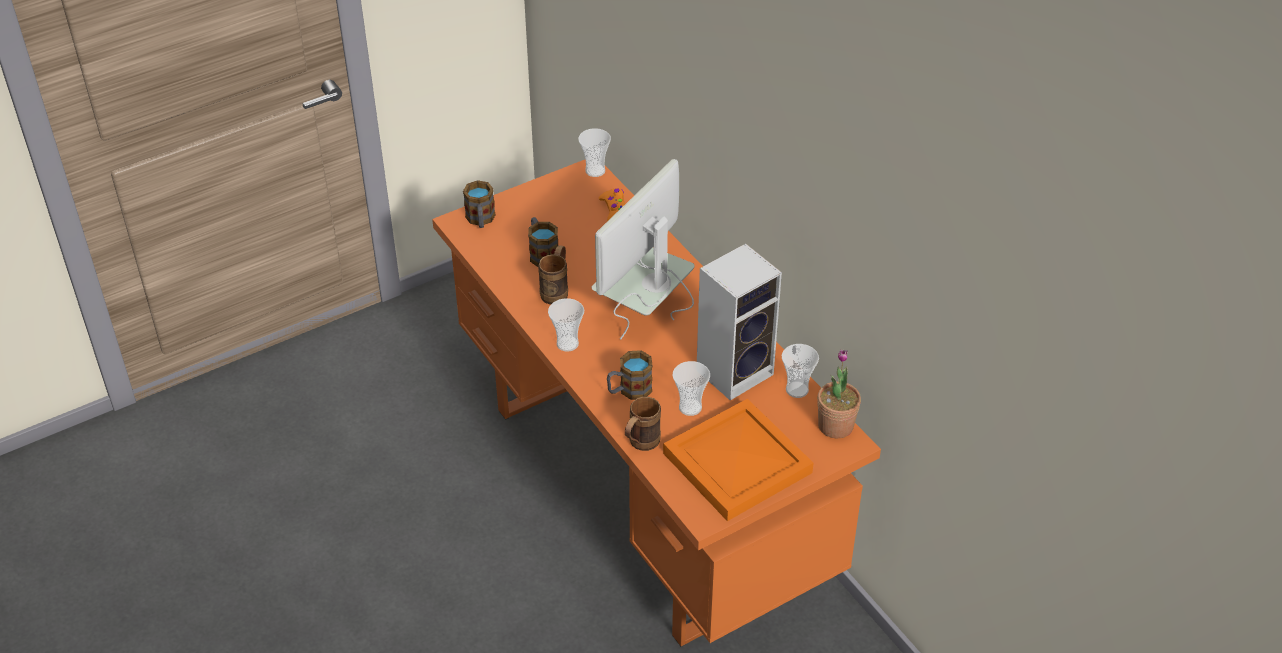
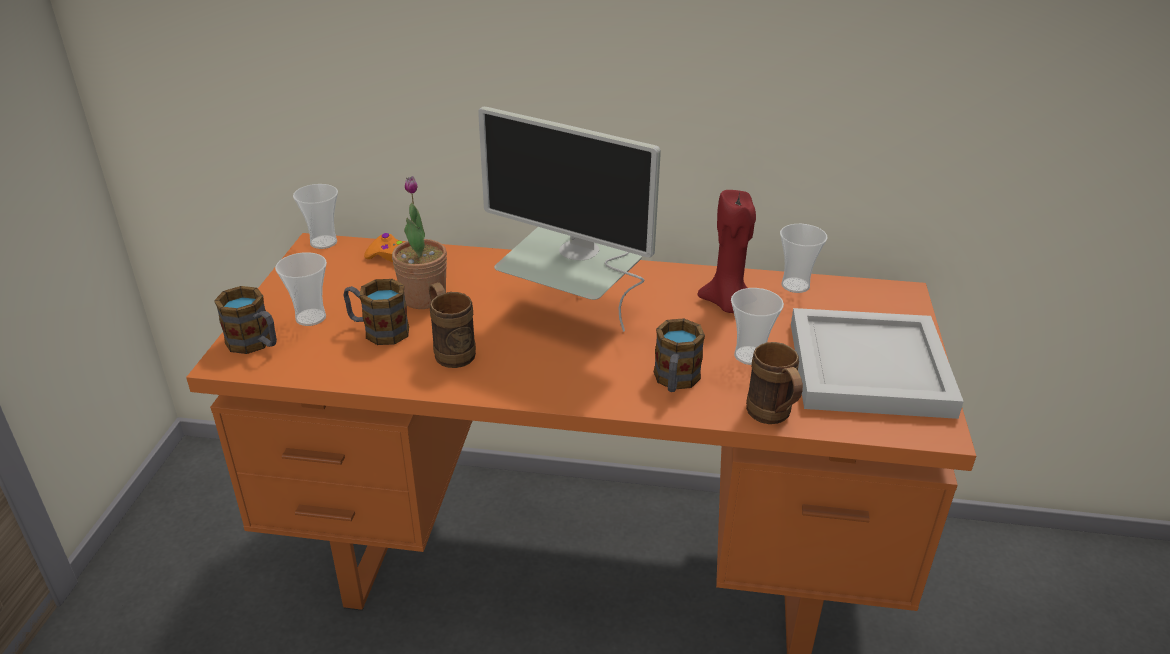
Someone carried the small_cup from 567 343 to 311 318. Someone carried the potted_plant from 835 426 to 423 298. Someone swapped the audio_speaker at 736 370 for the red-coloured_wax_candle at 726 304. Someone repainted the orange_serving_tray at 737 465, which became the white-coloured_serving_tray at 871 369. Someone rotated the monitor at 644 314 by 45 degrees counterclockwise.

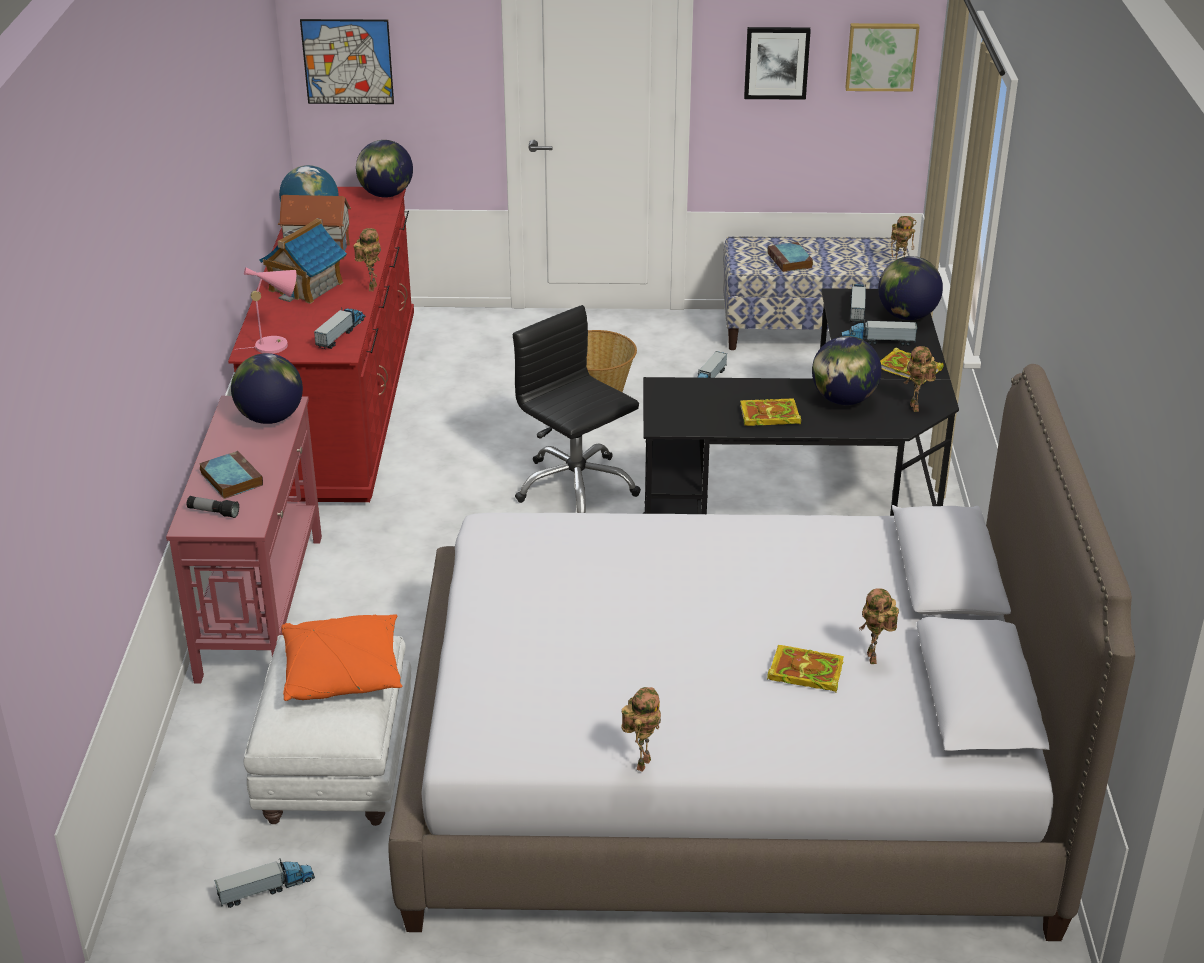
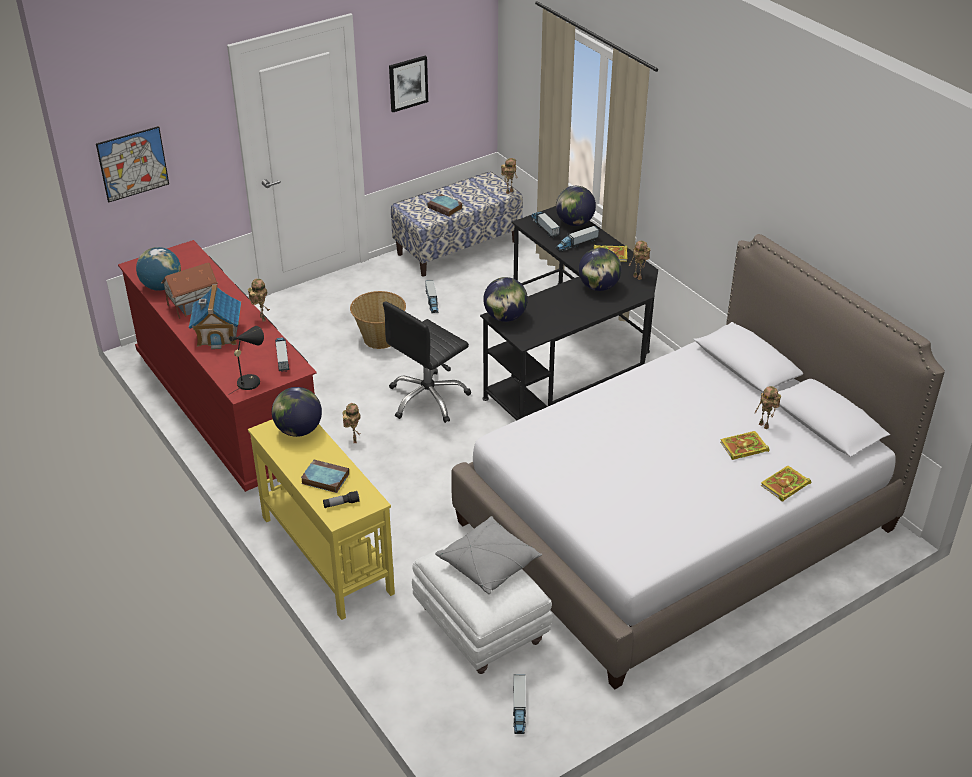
Someone took away the wall_art at 881 56. Someone carried the world_globe from 386 195 to 505 317. Someone carried the model_robot from 642 763 to 353 439. Someone carried the book from 768 416 to 784 486. Someone repainted the red-coloured_hall_table at 262 605, which became the yellow-coloured_hall_table at 326 553. Someone repainted the pink-coloured_tabletop_lamp at 276 345, which became the blackish_tabletop_lamp at 251 380. Someone repainted the orange_cushion at 343 673, which became the grey_cushion at 489 564. Someone rotated the toy_truck at 266 889 by 150 degrees clockwise. Someone rotated the blackish_desk_chair at 575 487 by 60 degrees counterclockwise.

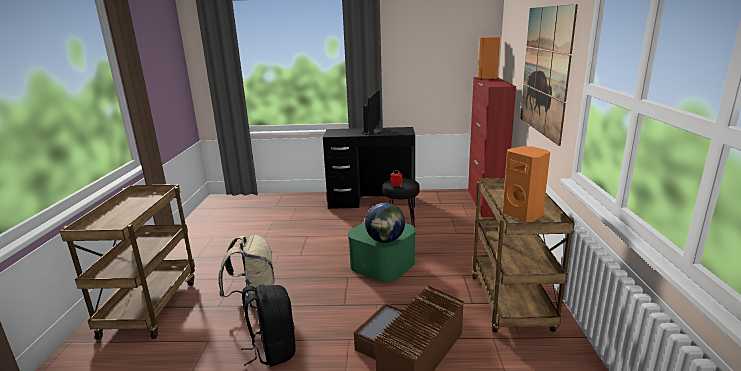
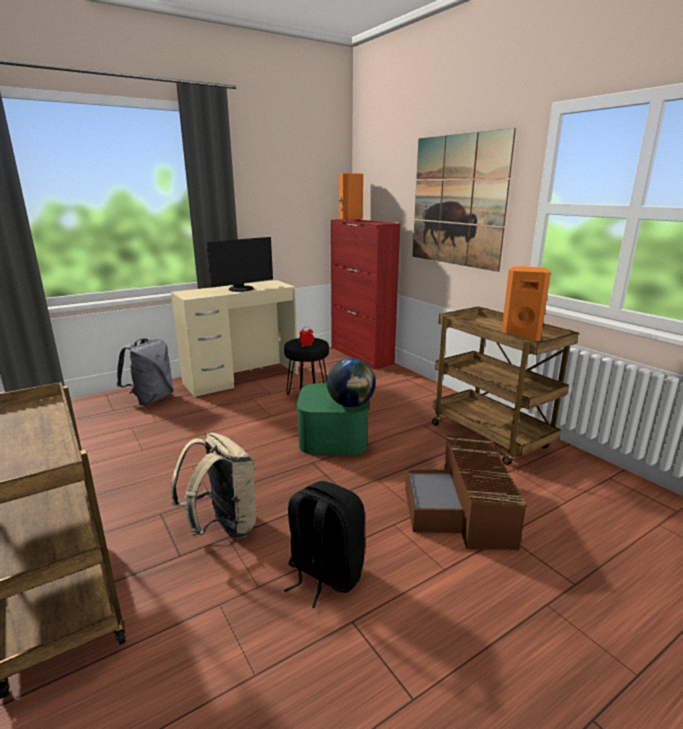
Someone put down the grey_knapsack at 151 399. Someone repainted the blackish_desk at 371 201, which became the beige-coloured_desk at 241 378. Someone rotated the monitor at 373 132 by 75 degrees clockwise.

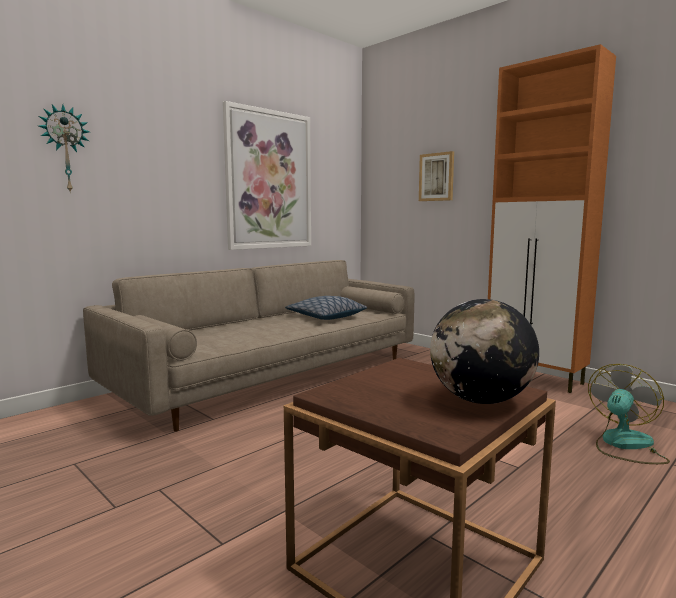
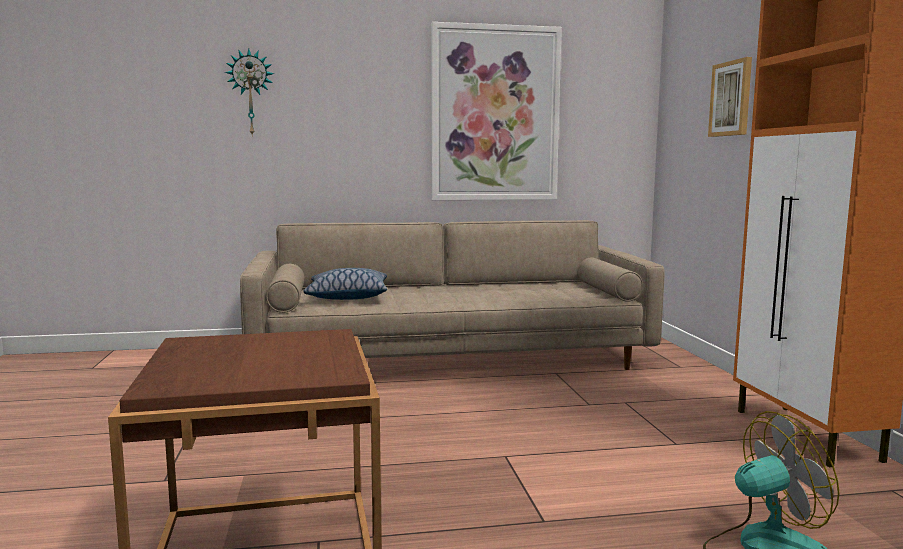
Someone took away the world_globe at 480 400. Someone carried the cushion from 325 317 to 347 296.

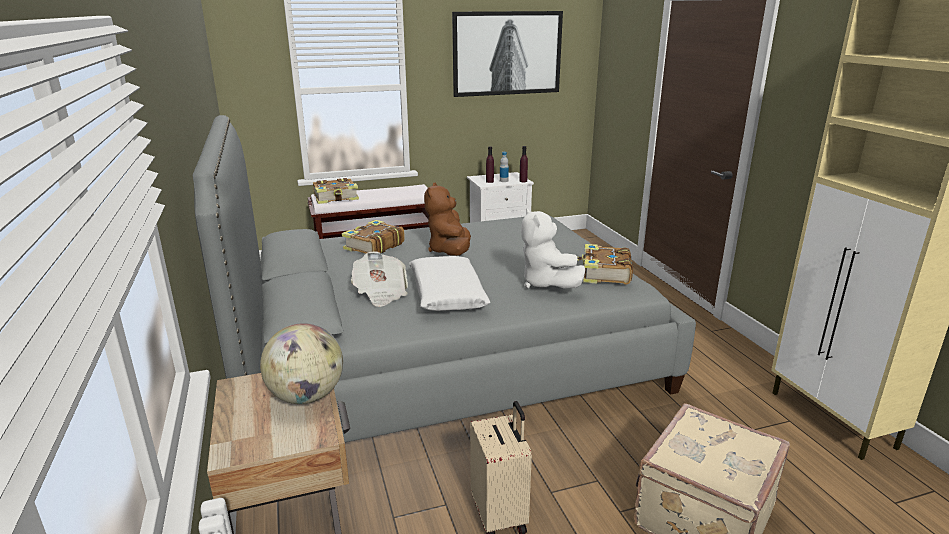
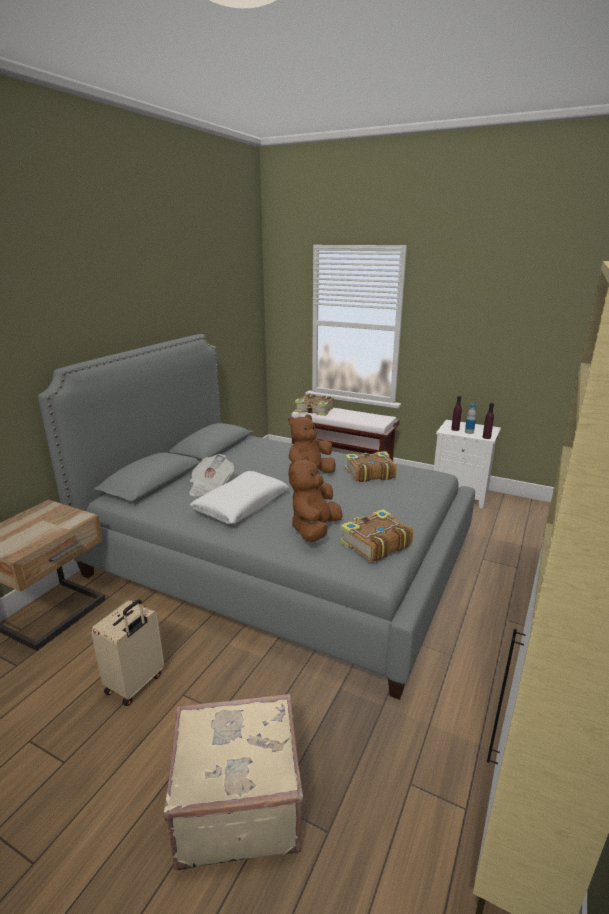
Someone took away the world_globe at 307 396. Someone took away the wall_art at 507 53. Someone carried the book from 373 246 to 369 473. Someone repainted the white-coloured_cuddly_toy at 546 284, which became the brown_cuddly_toy at 314 530.

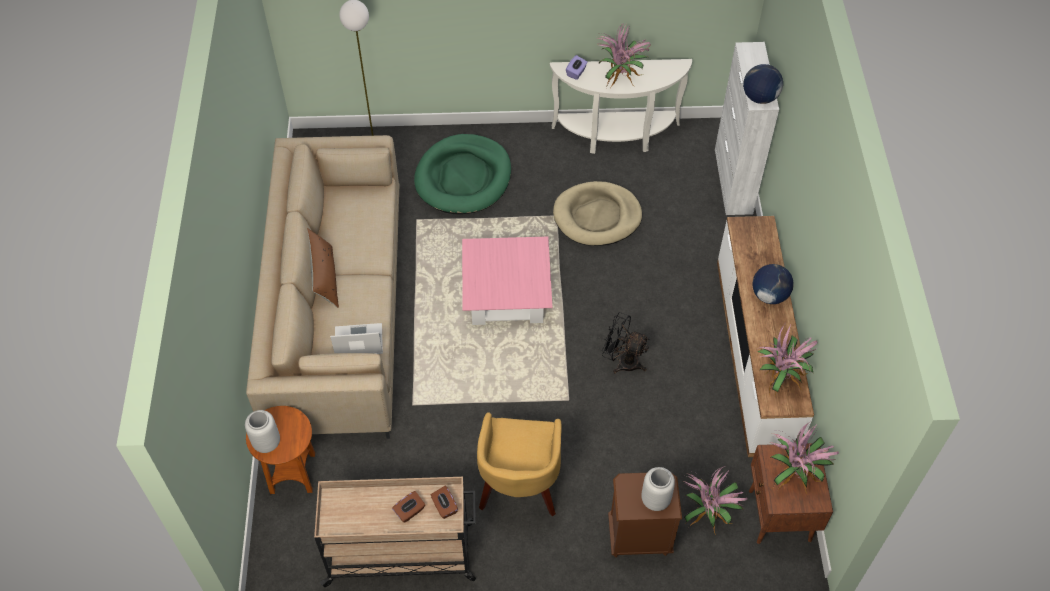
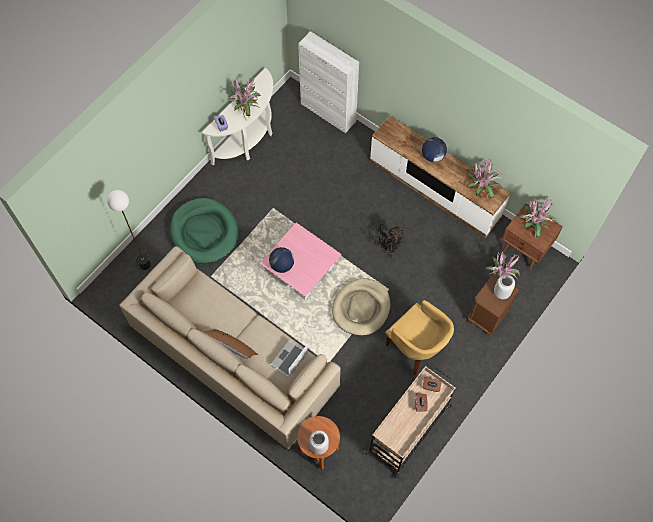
Someone carried the beige-coloured_pet_bed from 597 216 to 361 308. Someone carried the world_globe from 759 98 to 282 265.

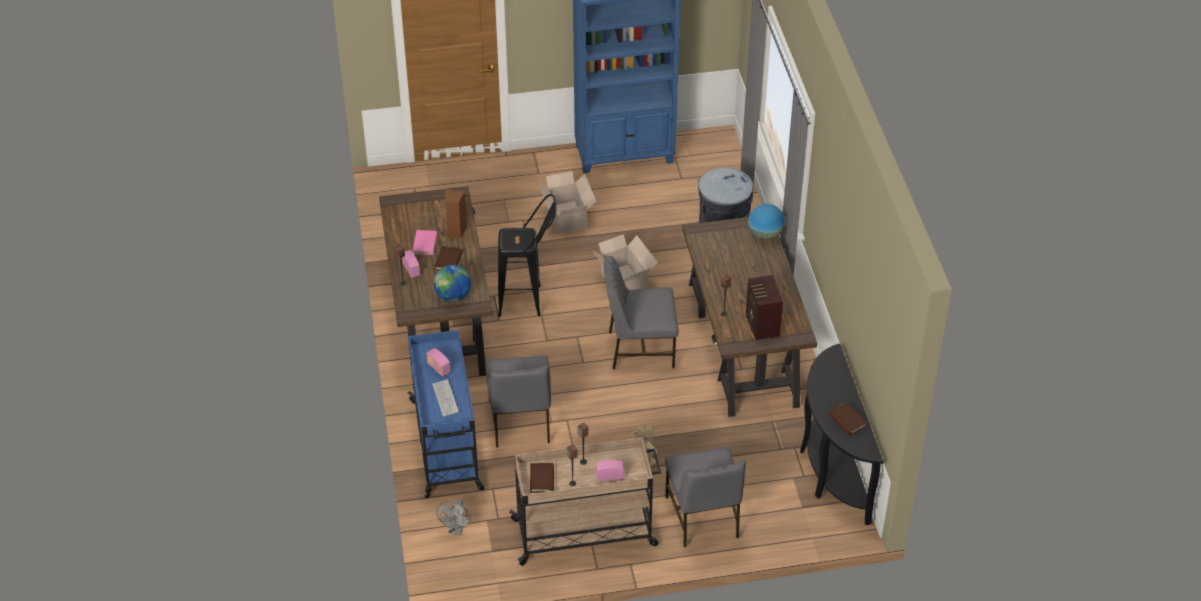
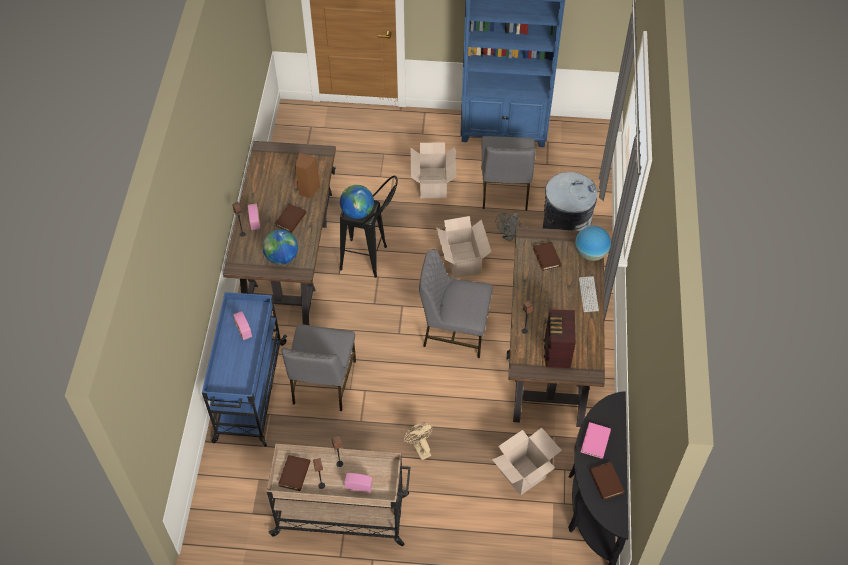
Someone put down the world_globe at 357 212. Someone put down the cardboard_box at 523 475. Someone put down the brown_book at 547 257. Someone carried the pink-coloured_book from 425 244 to 595 441. Someone carried the computer_keyboard from 445 398 to 588 294. Someone carried the grey_electric_fan from 456 529 to 509 236. Someone carried the grey_plain_chair from 703 518 to 504 190.

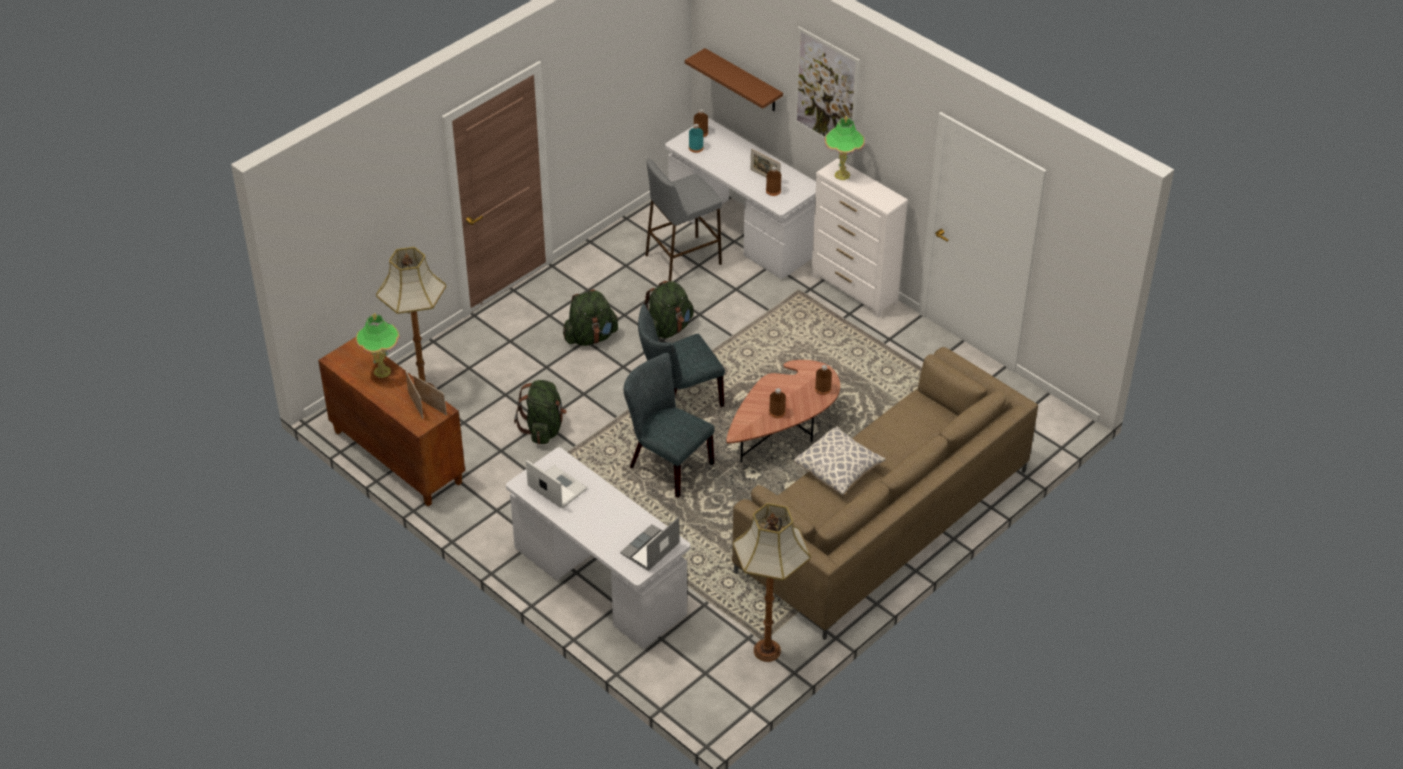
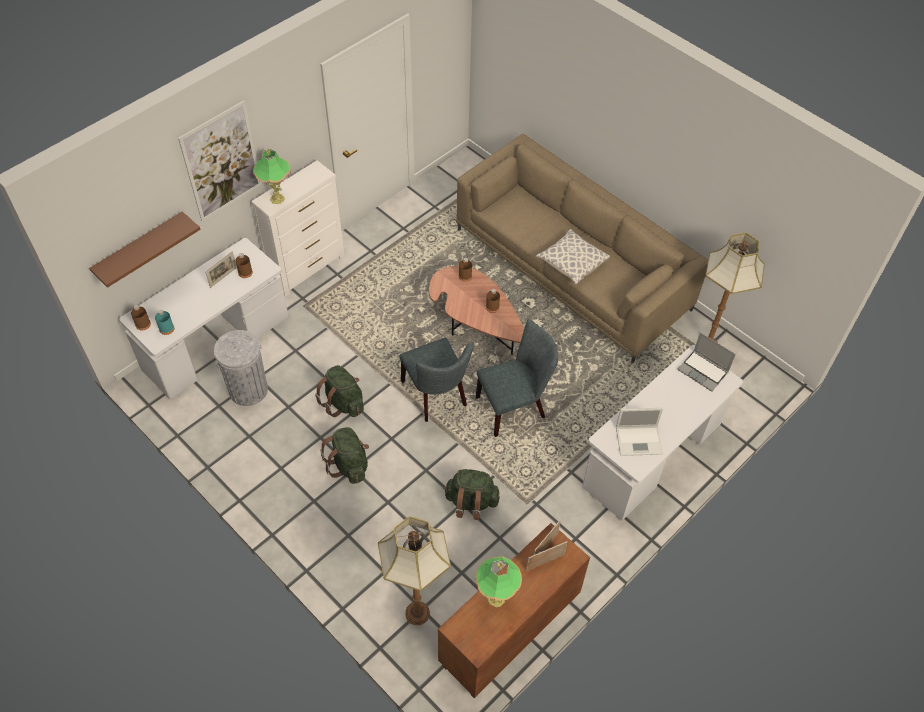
Someone swapped the grey_stool_seat at 682 260 for the grey_rubbish_bin at 248 390. Someone rotated the notebook_computer at 556 487 by 135 degrees counterclockwise. Someone rotated the grey_plain_chair at 666 464 by 150 degrees counterclockwise.

